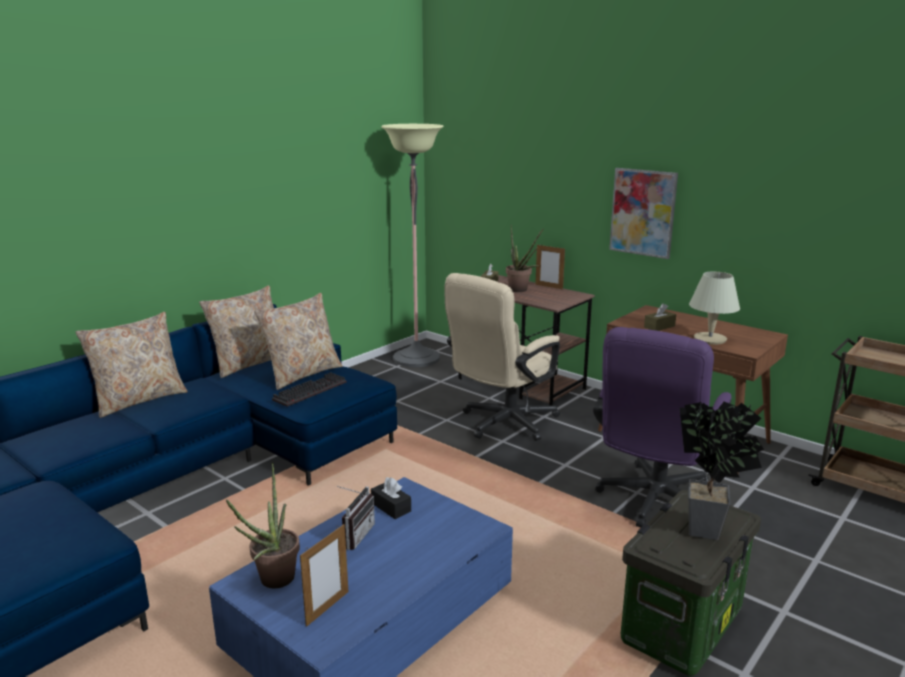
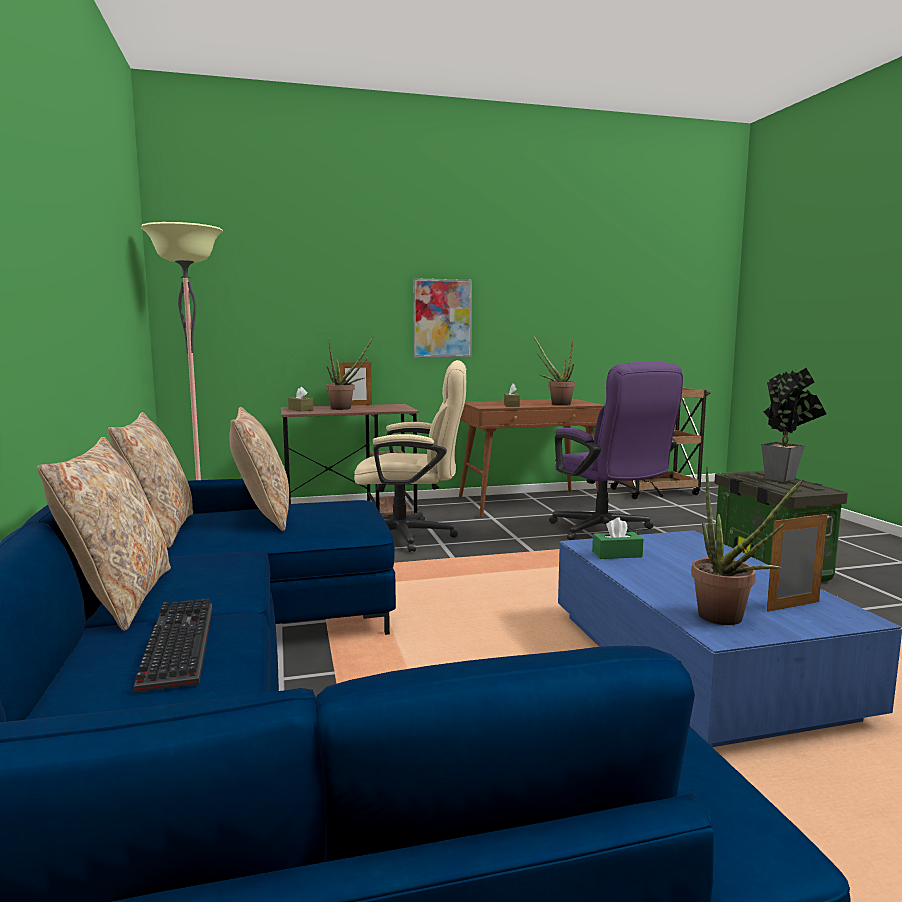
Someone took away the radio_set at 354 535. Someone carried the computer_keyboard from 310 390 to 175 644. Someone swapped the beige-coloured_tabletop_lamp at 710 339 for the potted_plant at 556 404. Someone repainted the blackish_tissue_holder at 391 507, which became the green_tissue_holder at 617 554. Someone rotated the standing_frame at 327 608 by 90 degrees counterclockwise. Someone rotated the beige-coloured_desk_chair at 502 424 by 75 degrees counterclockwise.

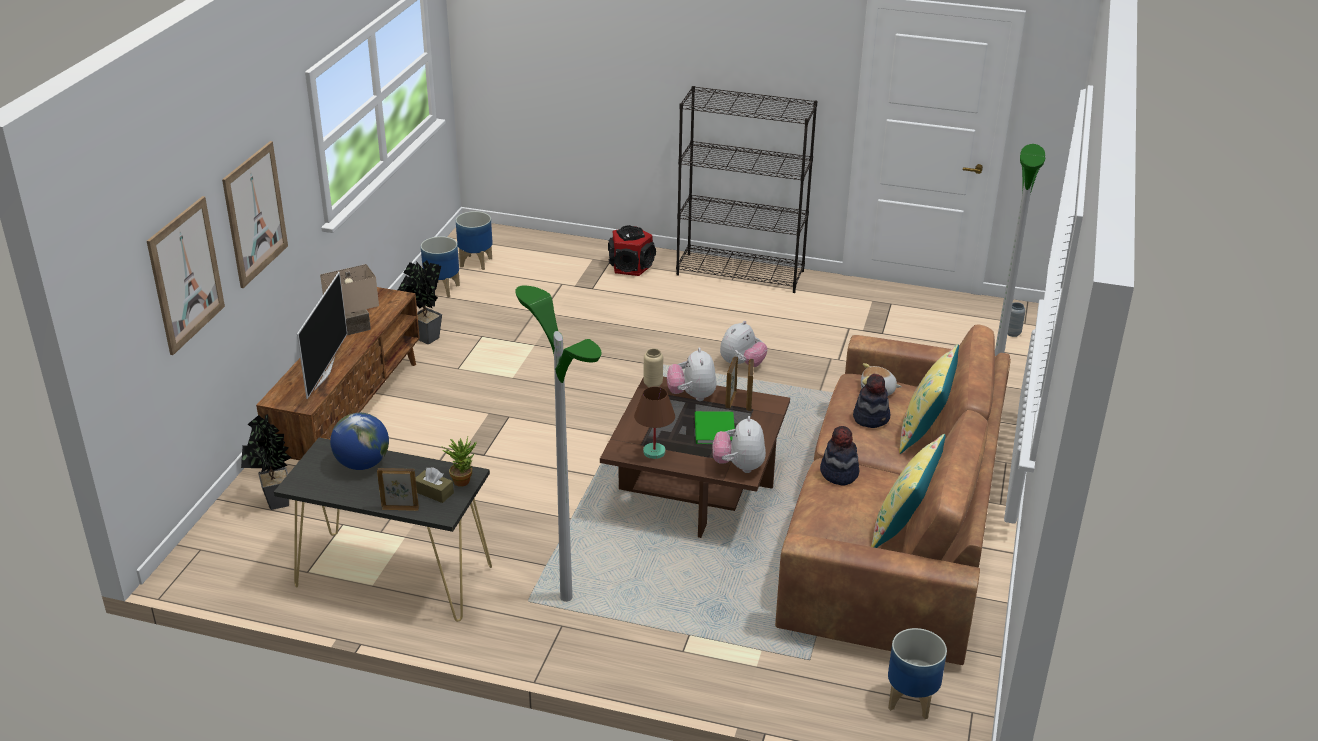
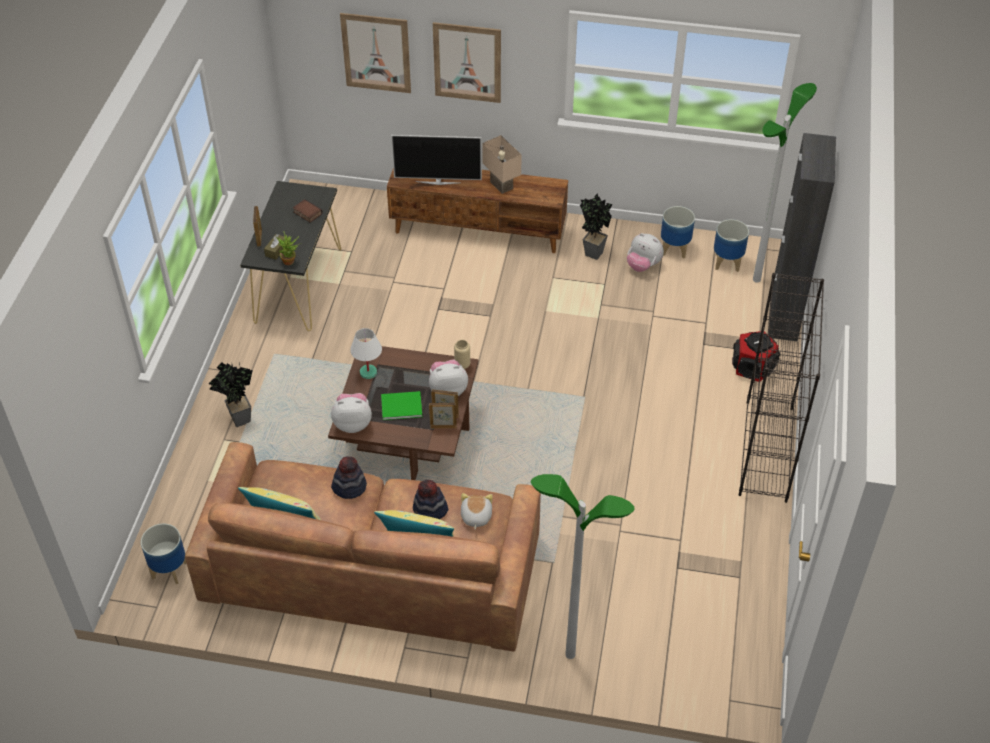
Someone took away the grey_decorative_vase at 1012 333. Someone put down the blackish_cabinet at 783 316. Someone carried the potted_plant from 276 505 to 237 419. Someone carried the standing_lamp from 565 598 to 756 279. Someone carried the cuddly_toy from 742 364 to 643 265. Someone swapped the world_globe at 362 464 for the book at 307 213. Someone repainted the brown_tabletop_lamp at 653 452, which became the white-coloured_tabletop_lamp at 368 372.

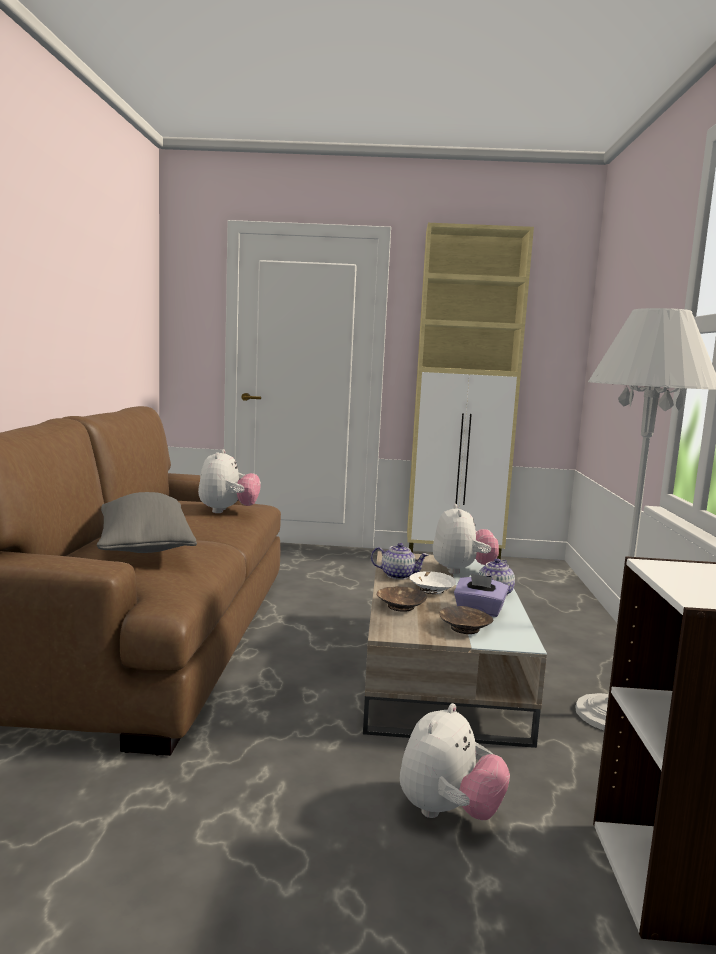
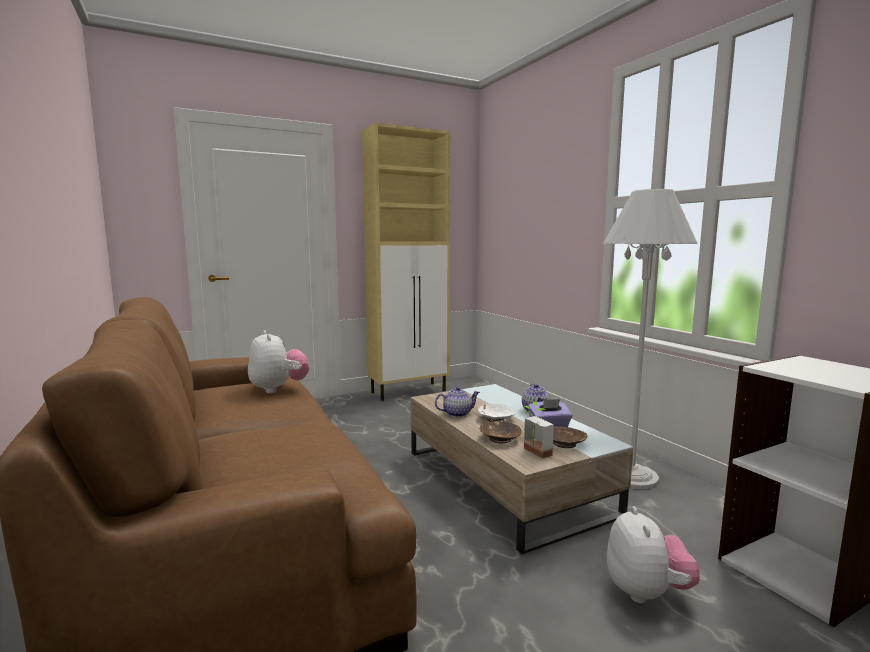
Someone took away the grey_cushion at 144 546. Someone took away the cuddly_toy at 462 571. Someone put down the potted_plant at 533 453.

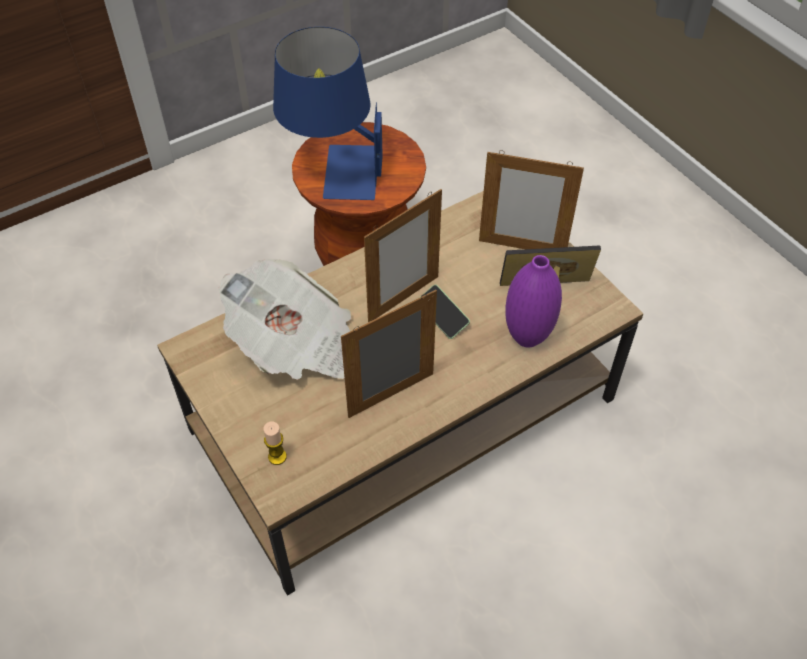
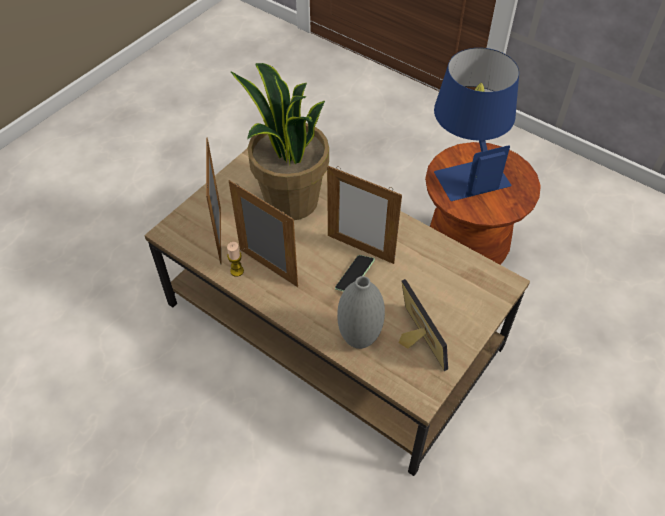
Someone carried the wax_candle from 277 457 to 237 271. Someone carried the standing_frame from 522 248 to 220 235. Someone swapped the printed_paper at 295 344 for the potted_plant at 290 201. Someone repainted the purple_decorative_vase at 527 337, which became the grey_decorative_vase at 359 339.

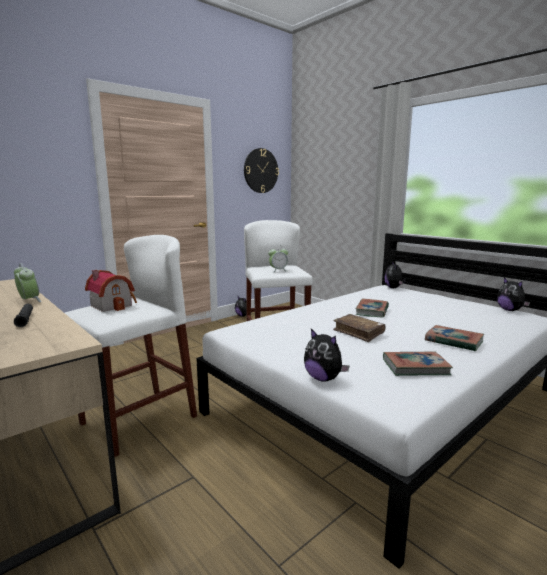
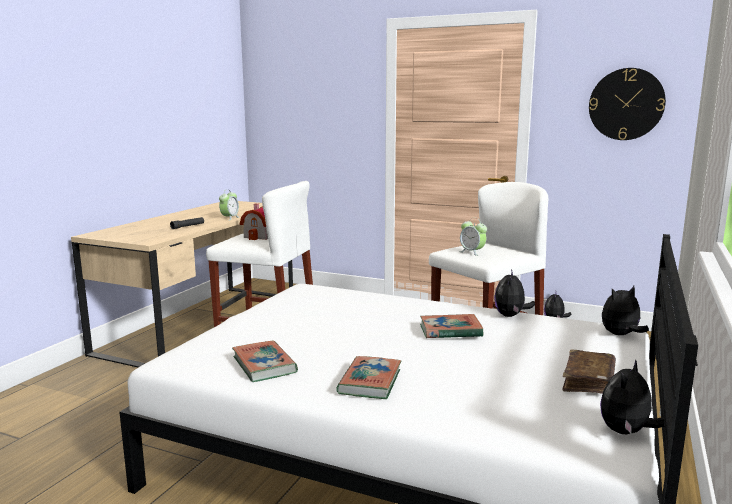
Someone carried the cuddly_toy from 323 378 to 511 316. Someone carried the brown_book from 358 332 to 588 381.

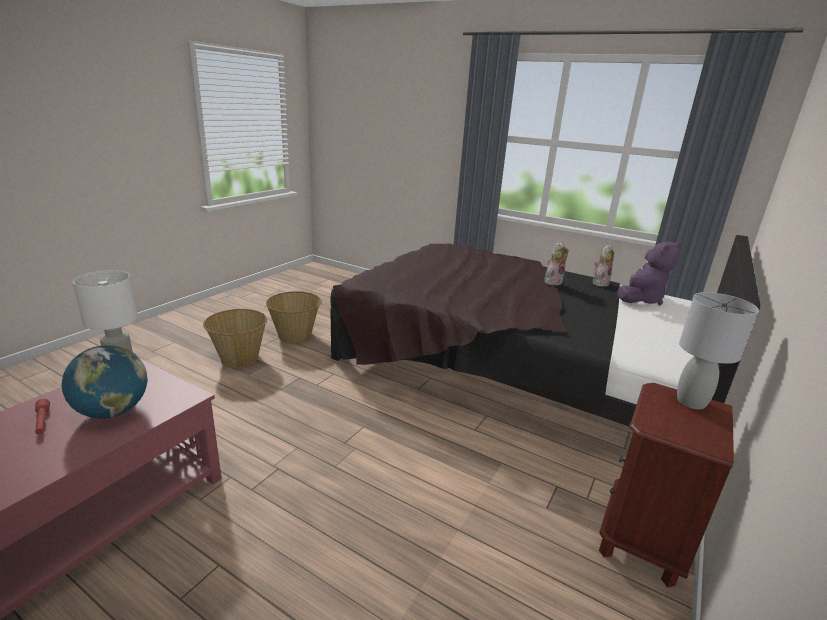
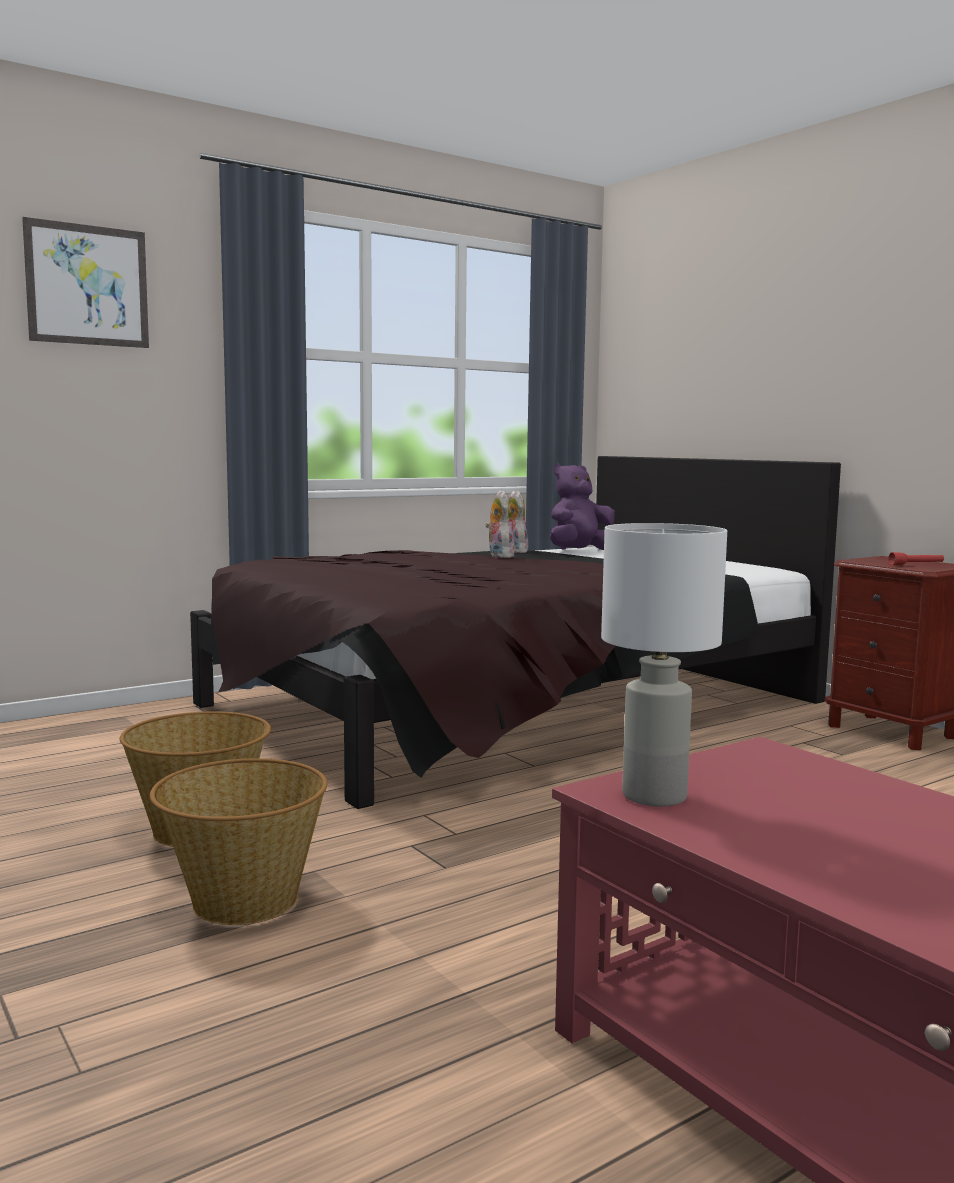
Someone took away the world_globe at 113 411. Someone took away the grey_tabletop_lamp at 691 401. Someone put up the wall_art at 87 285. Someone carried the red-coloured_torch from 42 422 to 916 565. Someone rotated the purple_cuddly_toy at 641 299 by 105 degrees counterclockwise.

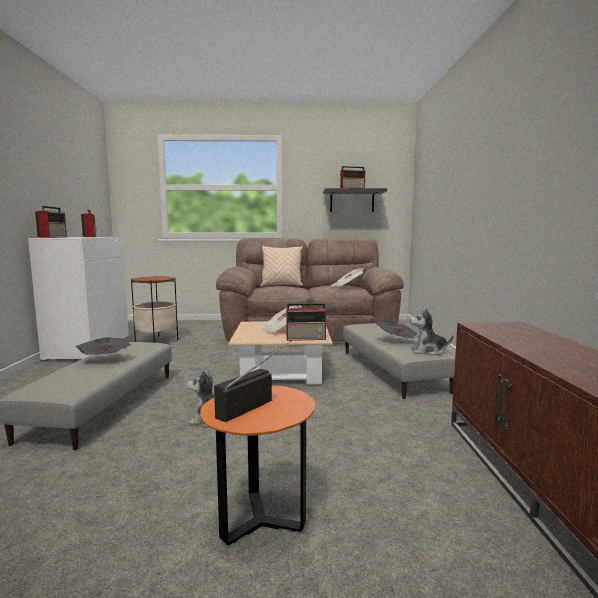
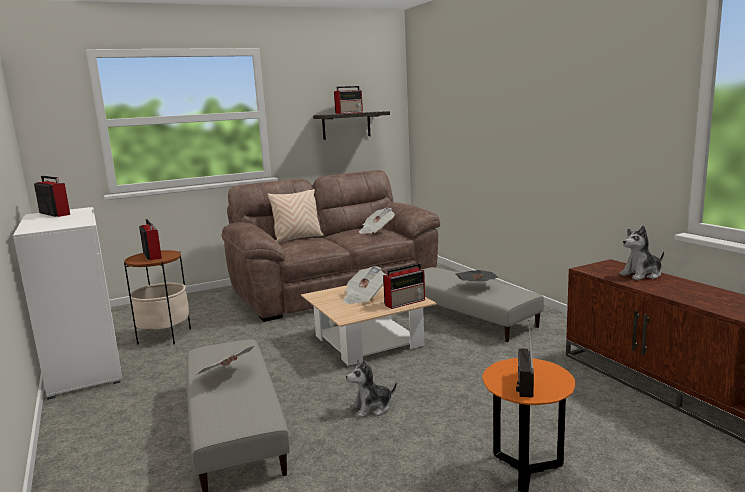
Someone carried the radio_set from 53 237 to 152 255. Someone carried the cuddly_toy from 428 351 to 642 275.

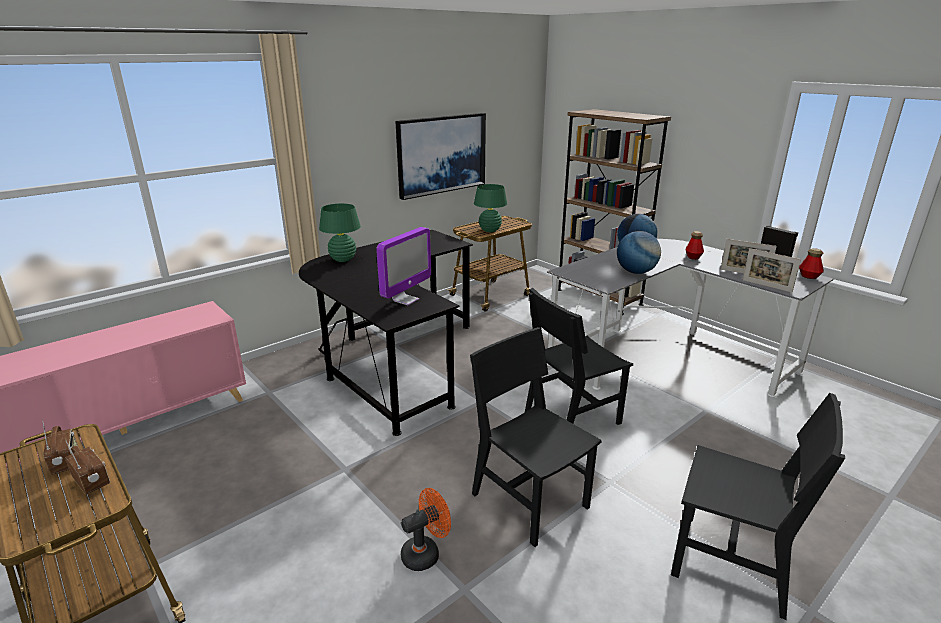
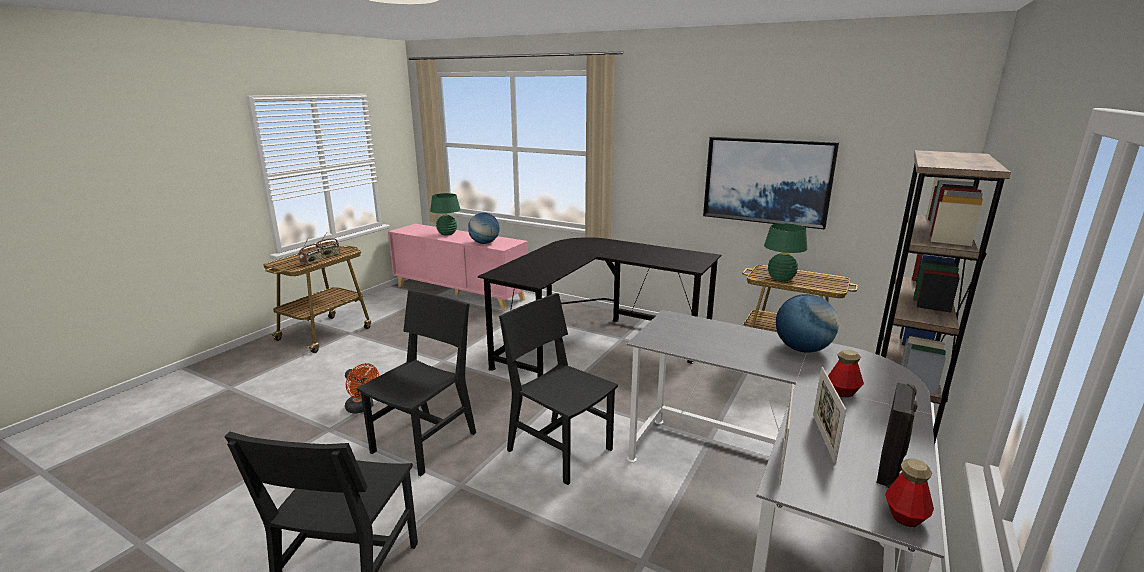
Someone took away the monitor at 405 300. Someone carried the green_tabletop_lamp from 343 259 to 447 234. Someone carried the world_globe from 636 272 to 484 243.

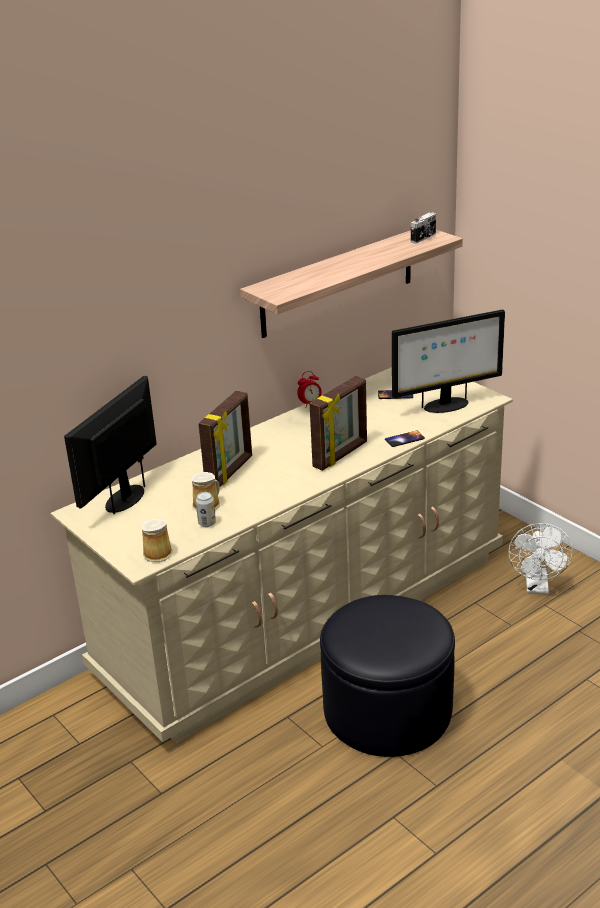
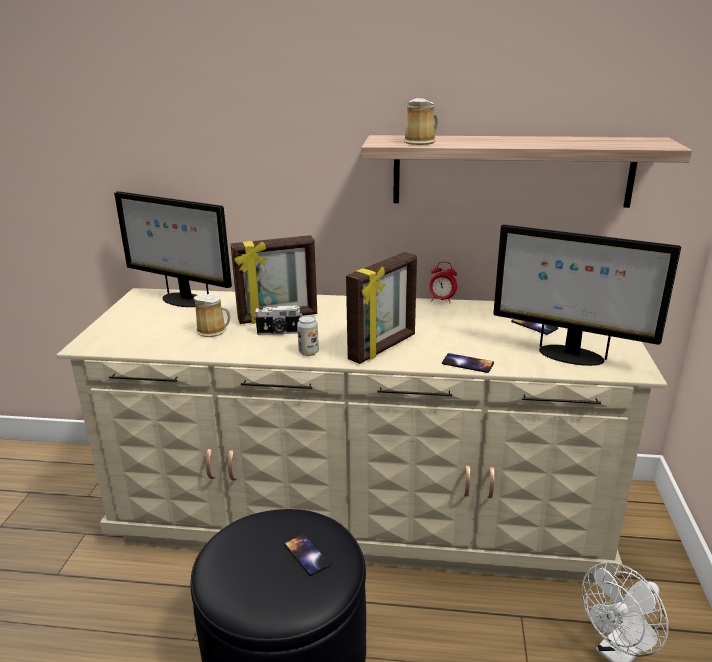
Someone put down the handset at 307 555. Someone carried the tea_mug from 158 553 to 421 142. Someone carried the can from 207 523 to 308 352. Someone carried the photo_camera from 424 238 to 279 332. Someone rotated the monitor at 125 498 by 135 degrees counterclockwise. Someone rotated the standing_frame at 341 455 by 45 degrees counterclockwise.

